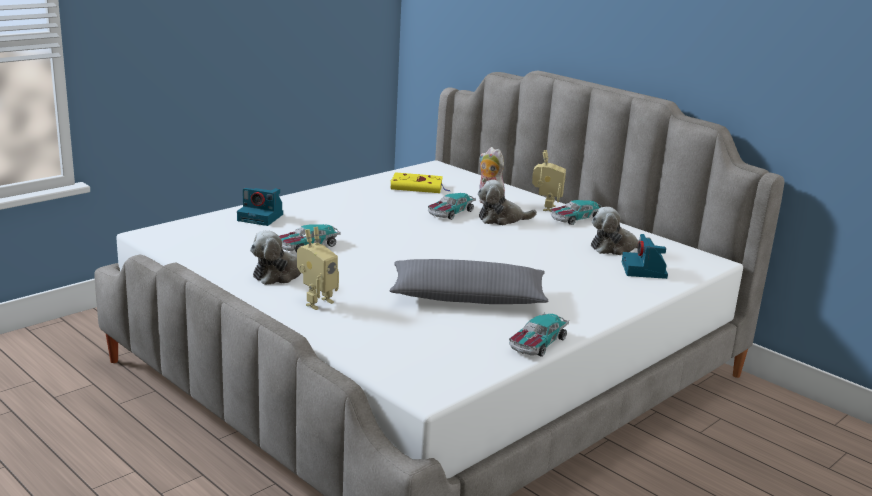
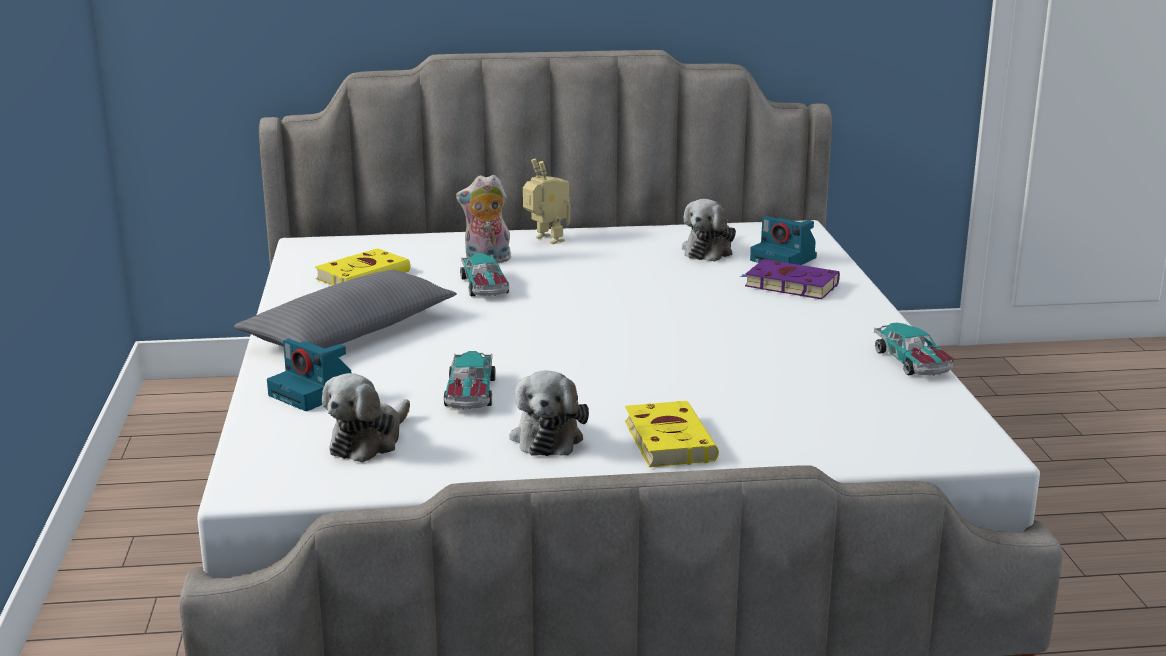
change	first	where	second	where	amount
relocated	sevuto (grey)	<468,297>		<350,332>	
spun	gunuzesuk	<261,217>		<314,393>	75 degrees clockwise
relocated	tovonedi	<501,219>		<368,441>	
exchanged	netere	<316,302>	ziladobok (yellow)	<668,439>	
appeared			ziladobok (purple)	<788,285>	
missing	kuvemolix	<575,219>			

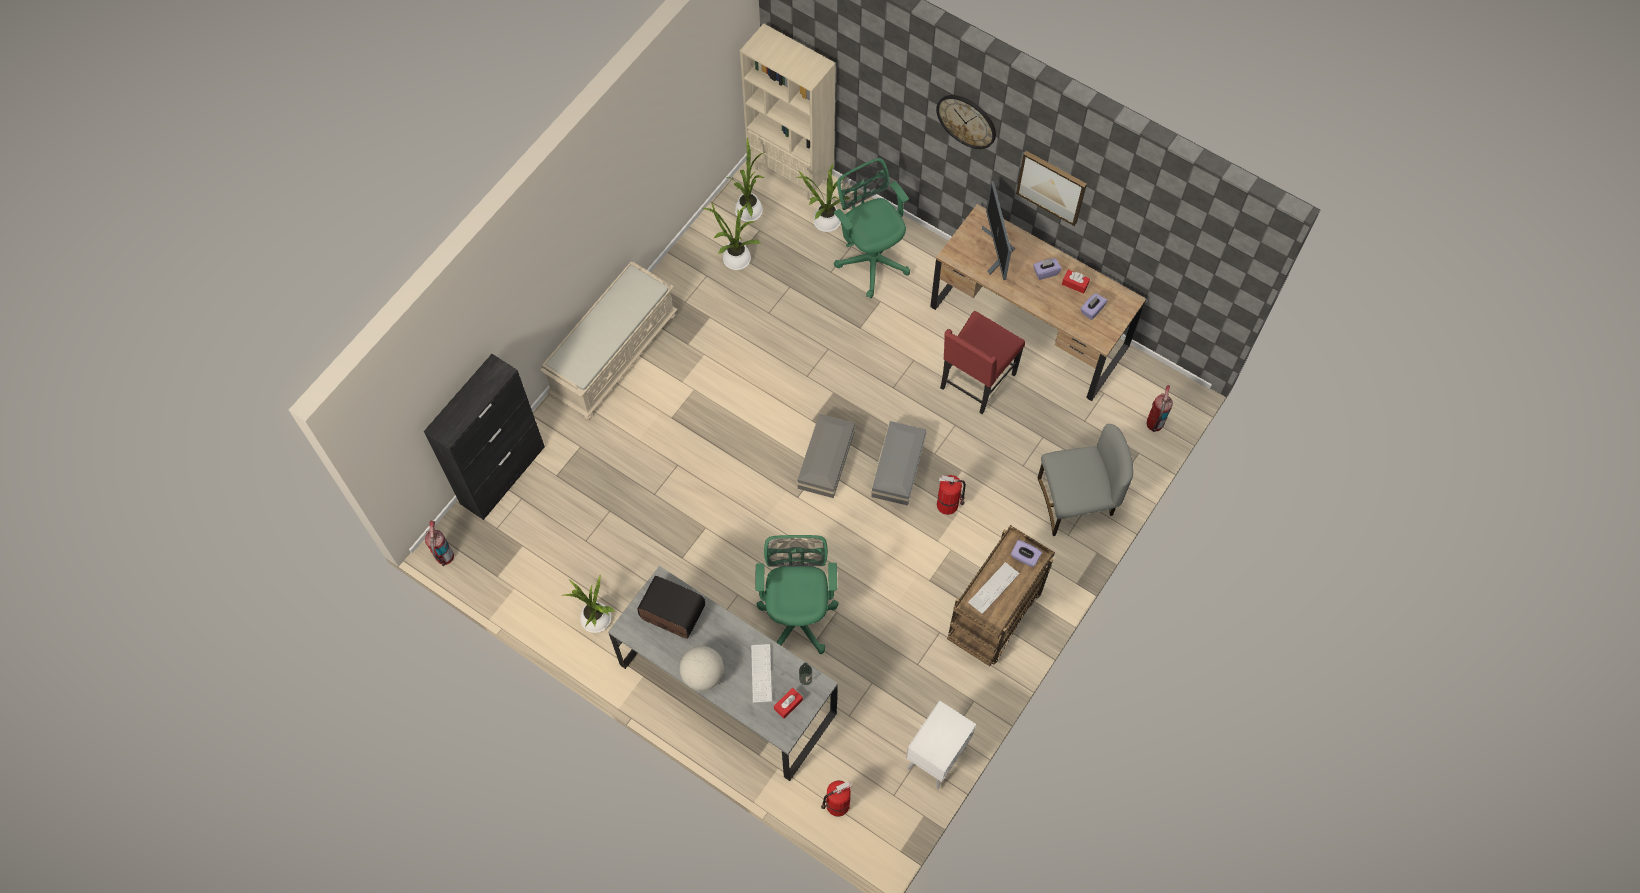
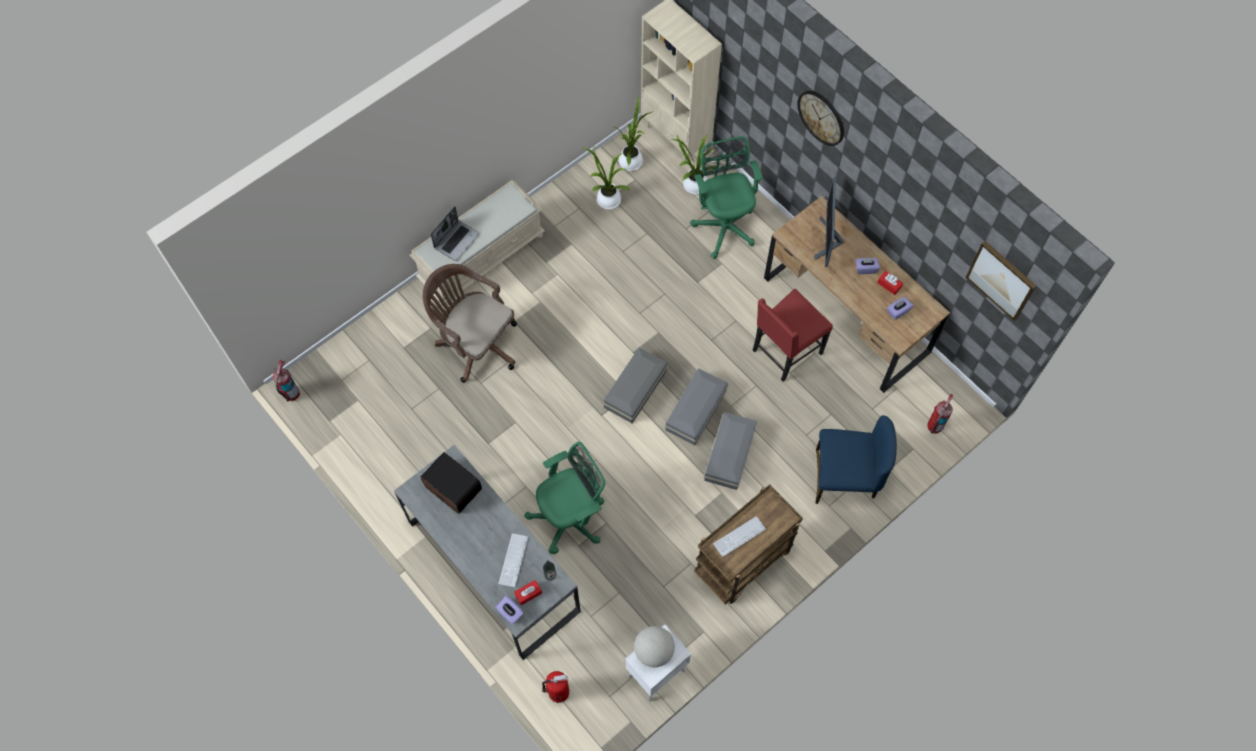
change	first	where	second	where	amount
appeared			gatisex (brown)	<475,343>	
appeared			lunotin	<456,240>	
relocated	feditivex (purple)	<1024,557>		<510,613>	
spun	gatisex (green)	<797,616>		<571,518>	45 degrees clockwise
relocated	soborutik	<703,675>		<654,651>	
exchanged	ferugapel	<948,504>	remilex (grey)	<731,453>	
colour	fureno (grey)	<1076,501>	fureno (blue)	<845,478>	
relocated	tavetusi	<1051,187>		<1001,280>	
missing	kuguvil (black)	<503,474>			
missing	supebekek	<597,621>			

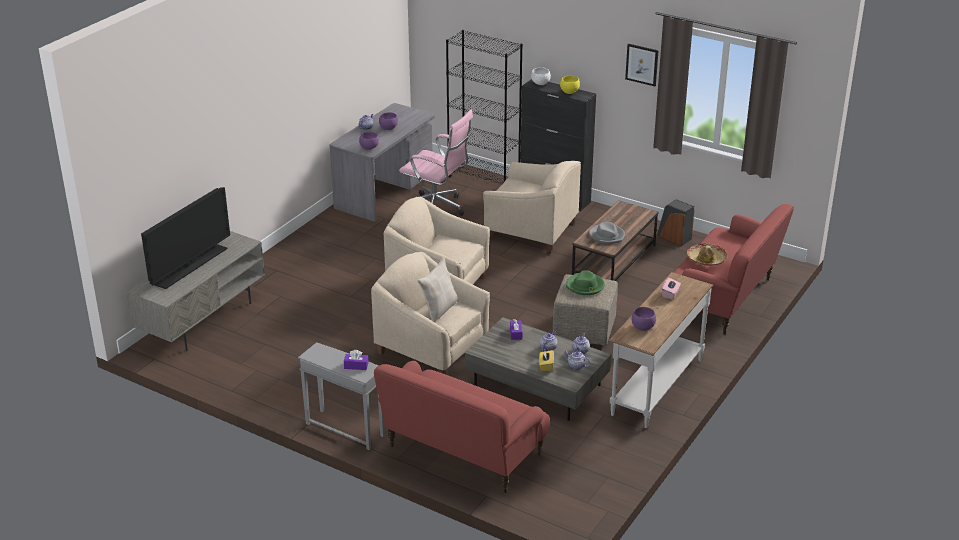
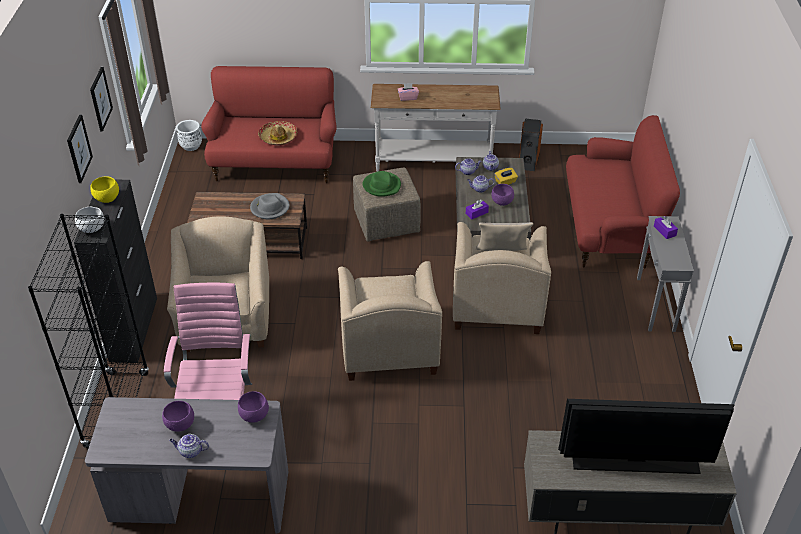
change	first	where	second	where	amount
appeared			tavetusi	<79,148>	
appeared			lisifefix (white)	<191,146>	
relocated	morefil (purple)	<642,327>		<502,202>	
relocated	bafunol	<674,237>		<528,160>	

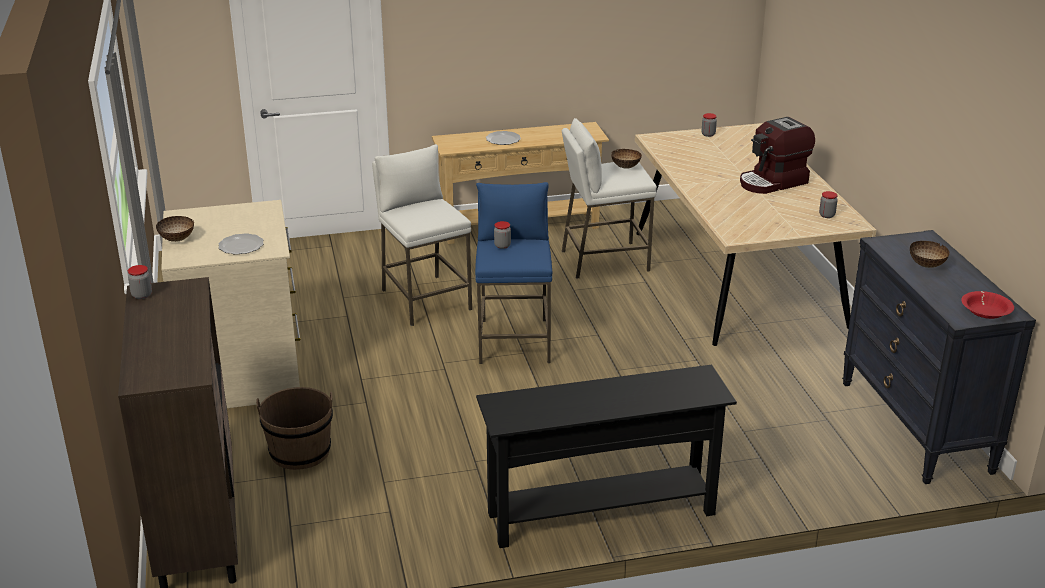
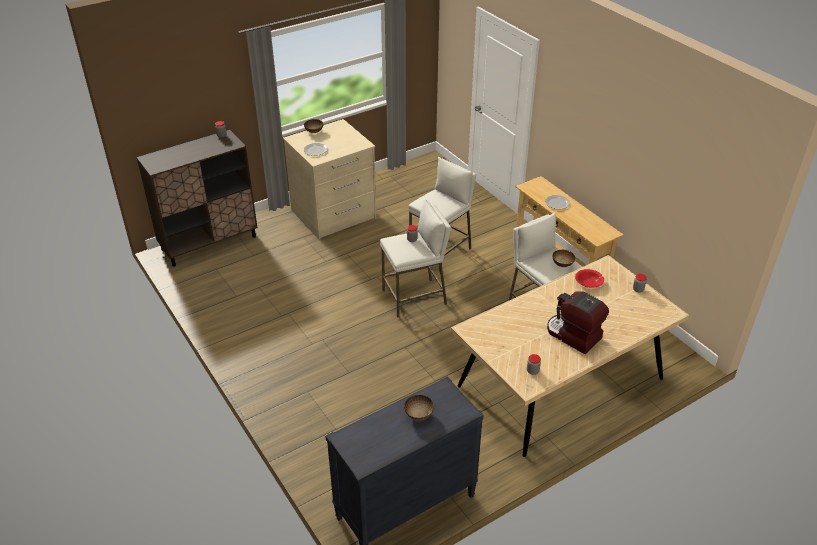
change	first	where	second	where	amount
colour	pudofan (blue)	<514,341>	pudofan (white)	<415,297>	
relocated	morefil (red)	<986,311>		<589,282>	
missing	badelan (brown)	<300,452>			
missing	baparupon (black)	<601,514>			

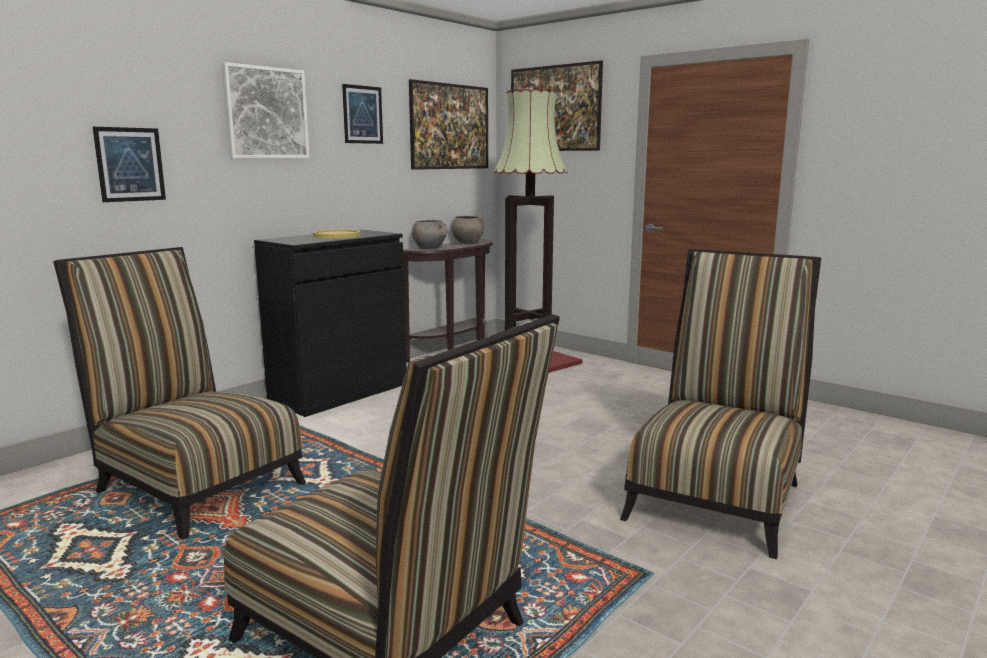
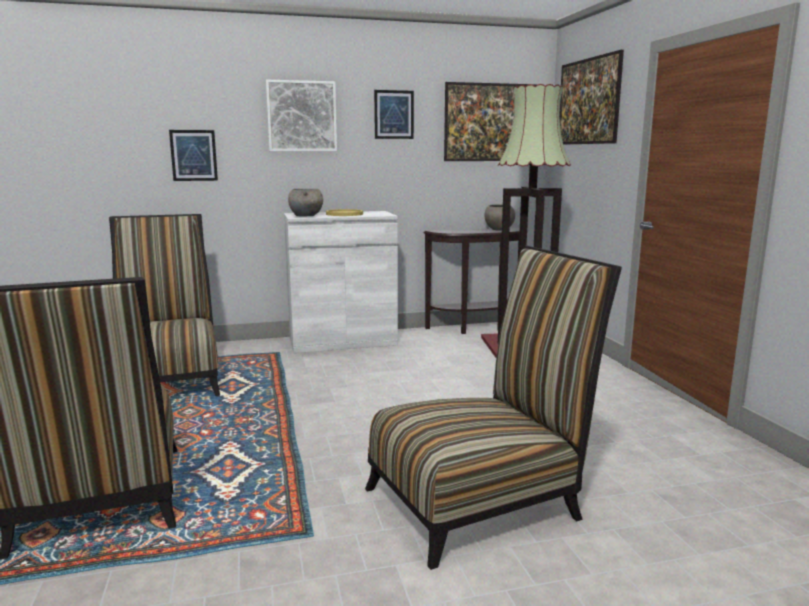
change	first	where	second	where	amount
colour	kuguvil (black)	<339,392>	kuguvil (white)	<342,341>	
relocated	morefil (grey)	<429,248>		<306,216>	

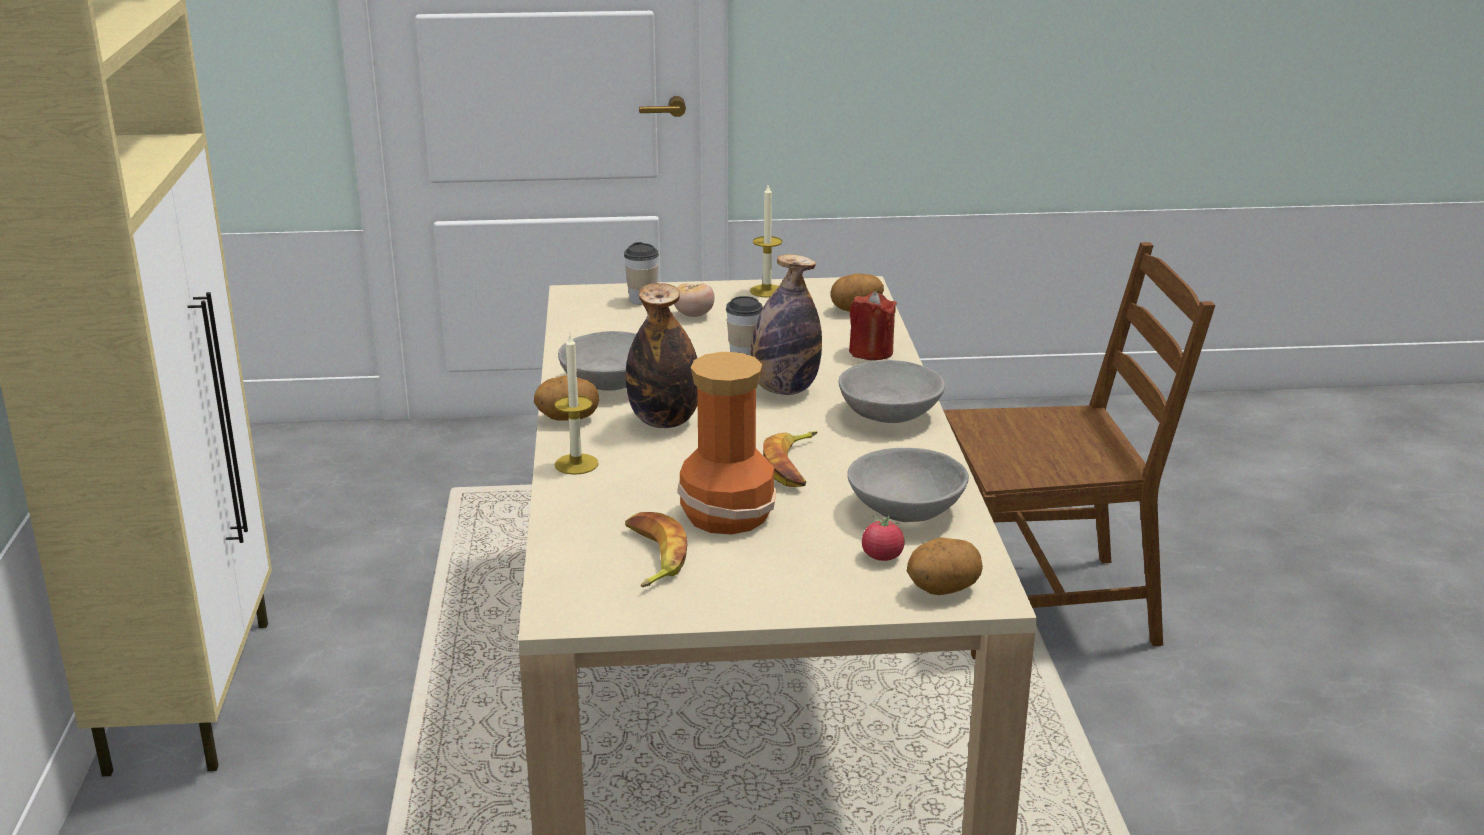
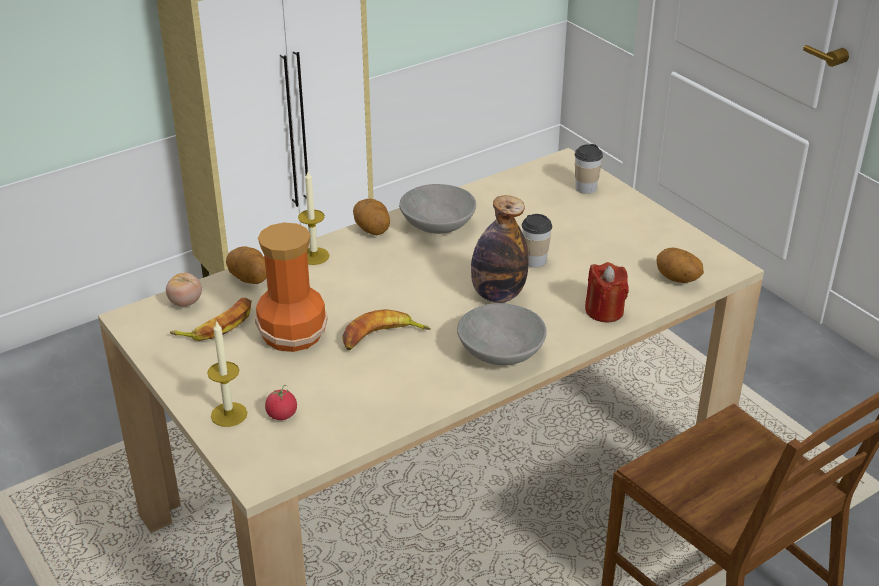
change	first	where	second	where	amount
relocated	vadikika	<693,315>		<185,302>	
relocated	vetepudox	<767,291>		<229,414>	
relocated	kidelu	<943,589>		<250,279>	
missing	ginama	<664,421>			
missing	morefil (grey)	<906,511>			

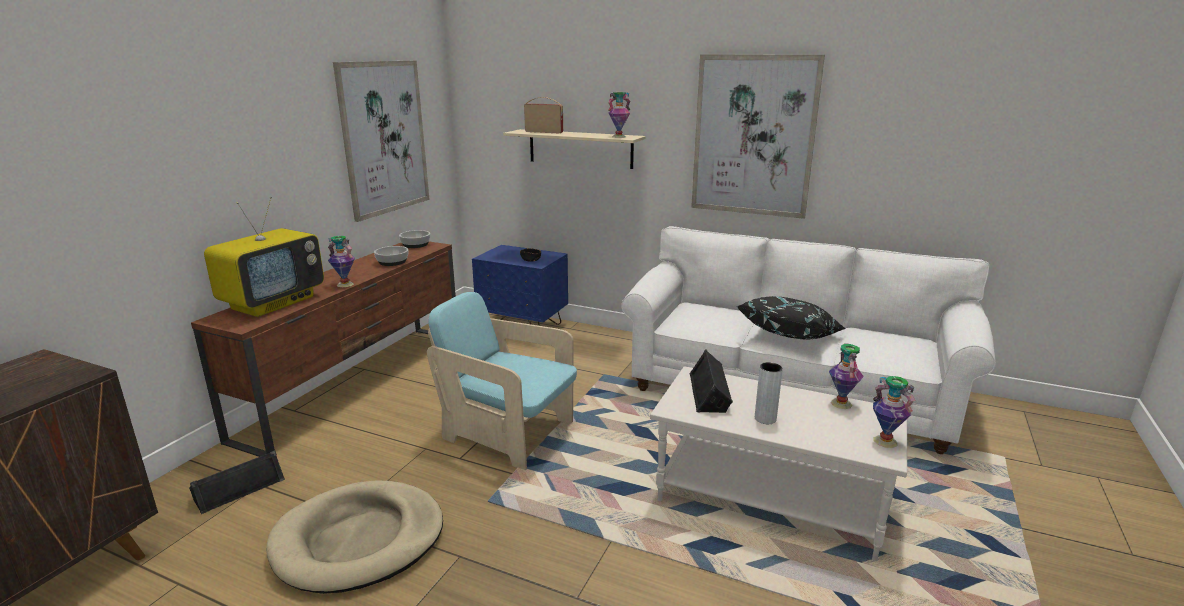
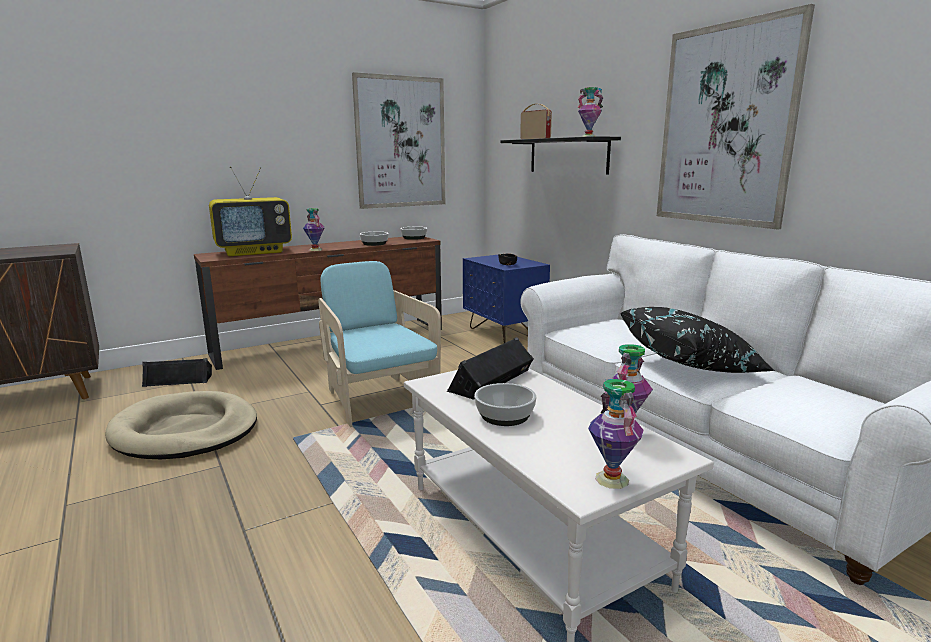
change	first	where	second	where	amount
exchanged	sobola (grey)	<765,419>	morefil	<505,416>	
colour	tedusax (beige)	<580,148>	tedusax (black)	<568,156>	

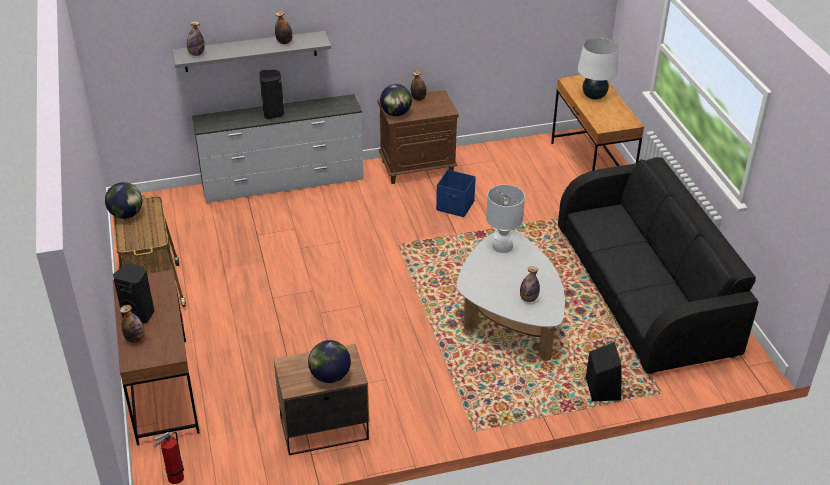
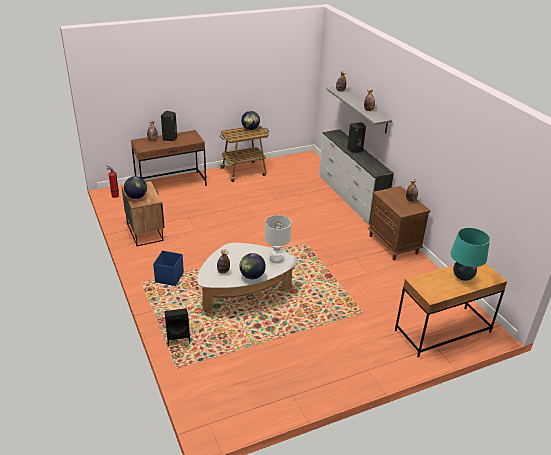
change	first	where	second	where	amount
relocated	remilex (blue)	<455,206>		<169,278>	
relocated	soborutik	<396,113>		<252,276>	
colour	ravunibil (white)	<594,96>	ravunibil (turquoise)	<463,277>	
missing	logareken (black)	<645,290>			

